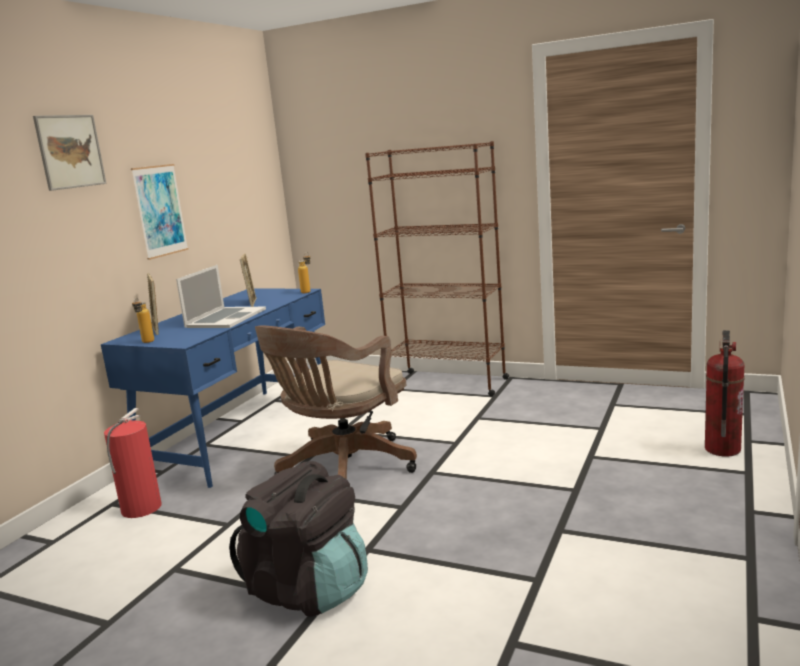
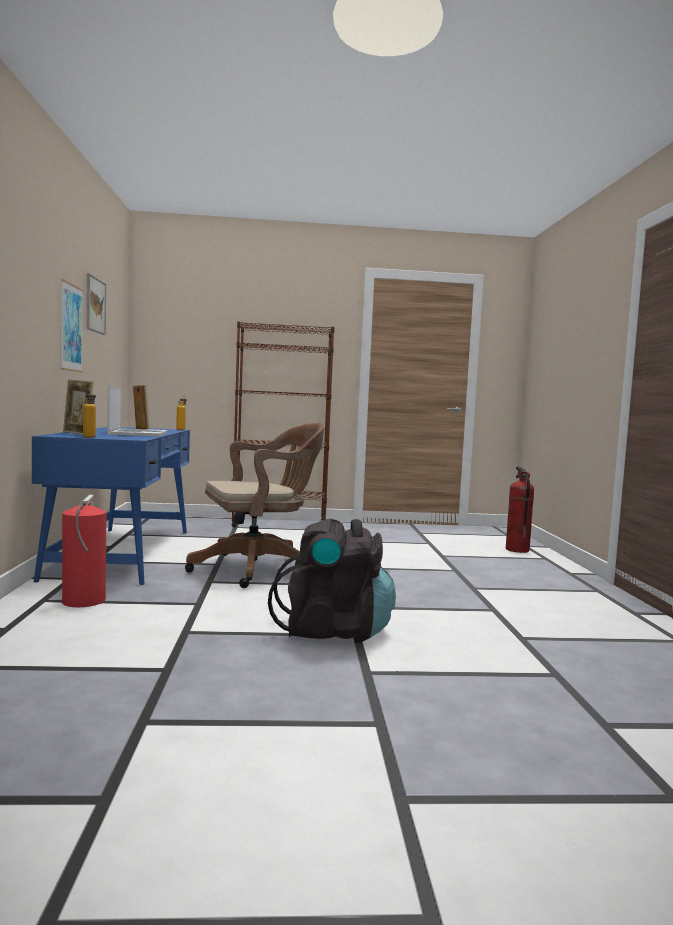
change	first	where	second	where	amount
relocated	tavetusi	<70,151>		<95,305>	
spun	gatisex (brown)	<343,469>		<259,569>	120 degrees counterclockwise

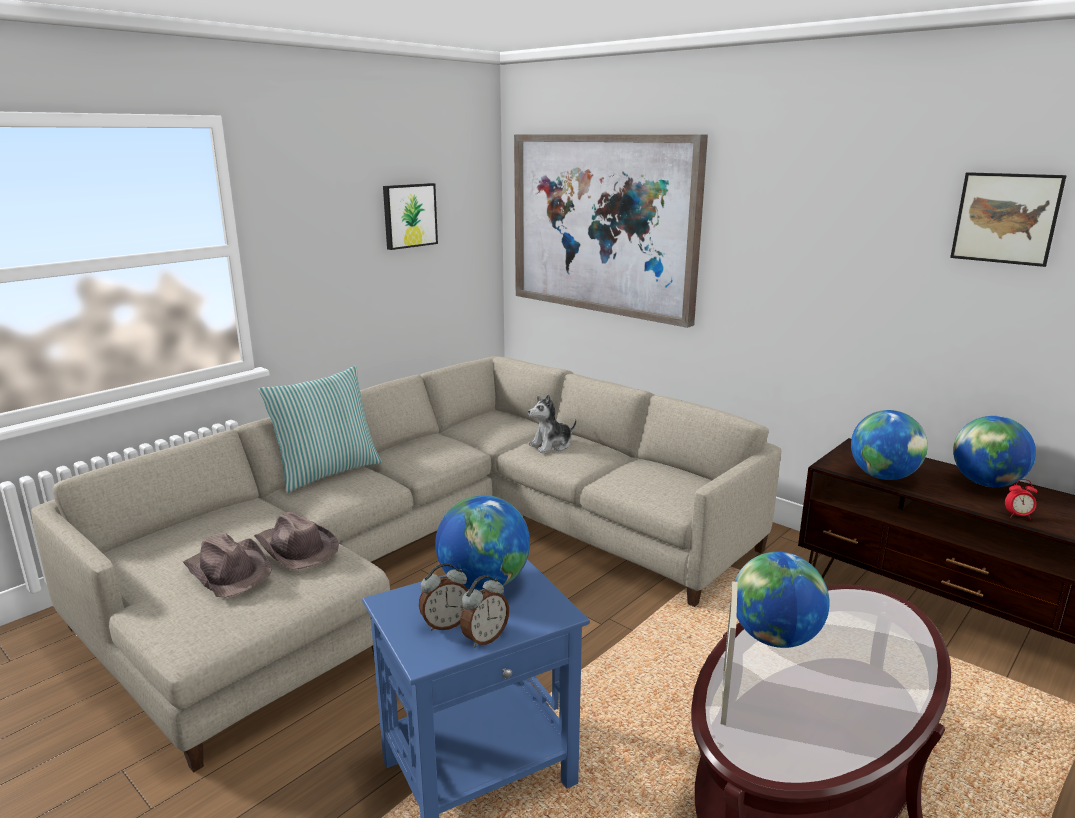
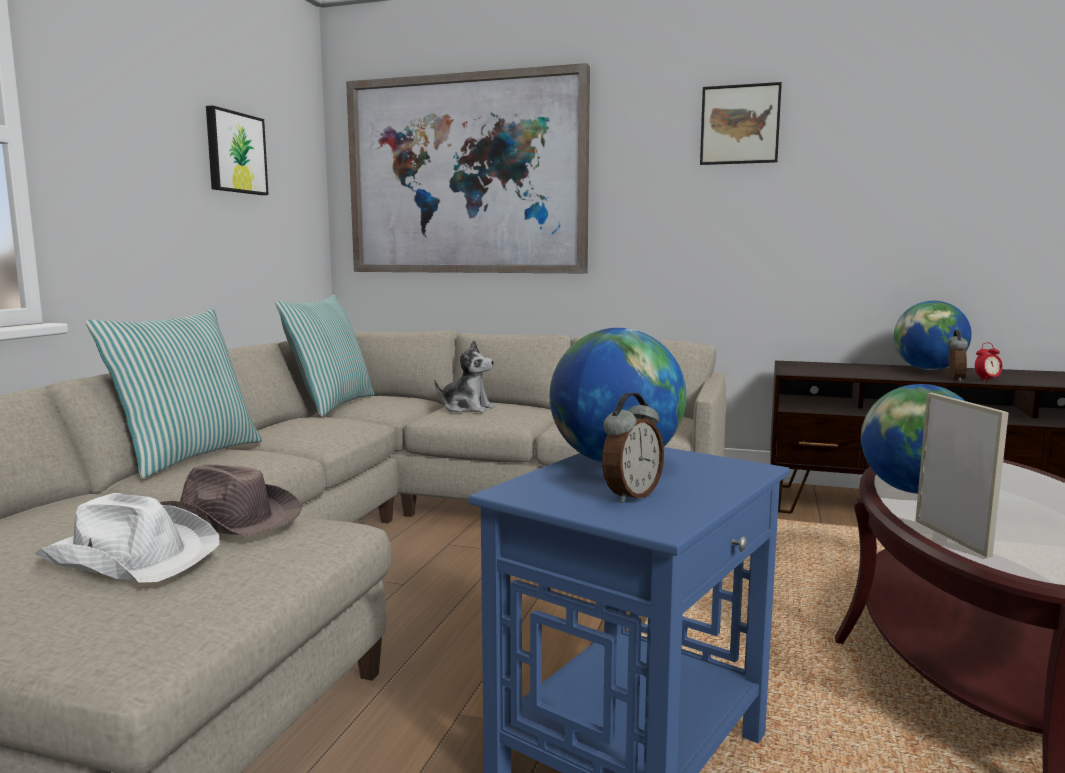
change	first	where	second	where	amount
colour	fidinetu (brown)	<229,570>	fidinetu (white)	<130,555>	
appeared			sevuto	<330,405>	
spun	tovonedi	<551,445>		<467,408>	105 degrees counterclockwise
relocated	tavetusi	<1005,218>		<740,124>	
relocated	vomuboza	<484,638>		<954,379>	
missing	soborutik	<883,476>			

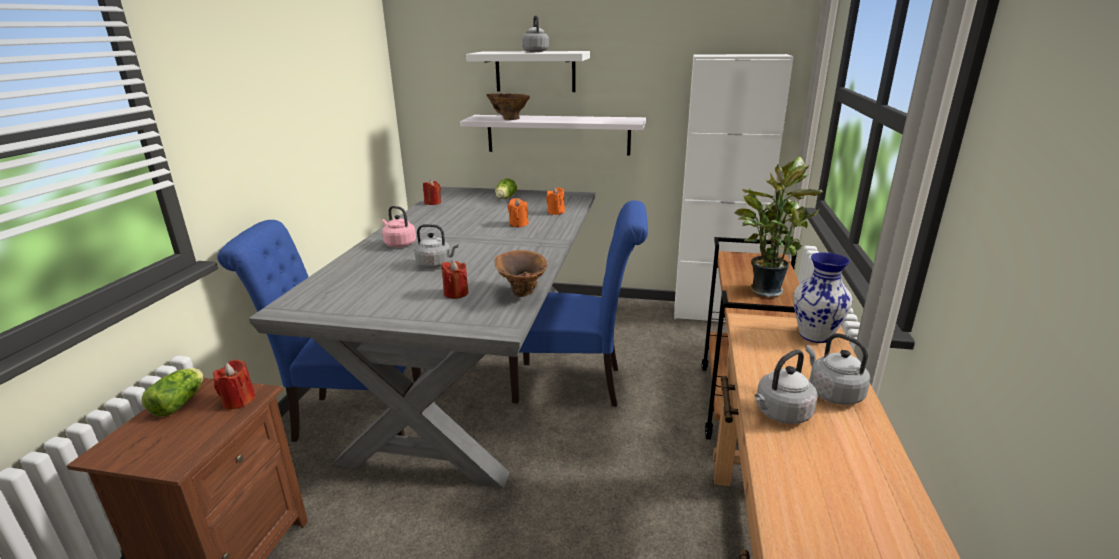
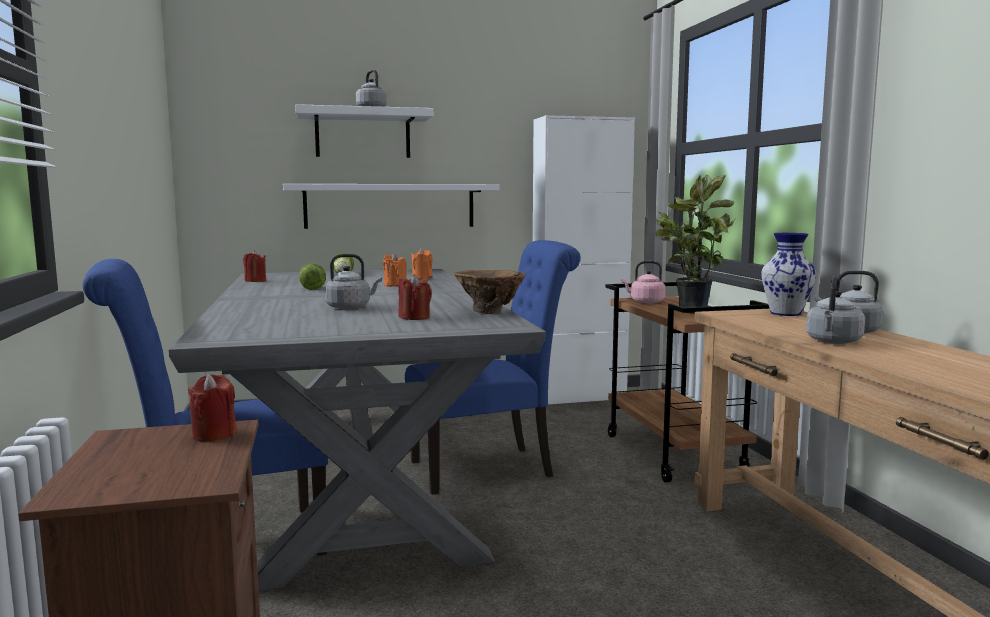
change	first	where	second	where	amount
relocated	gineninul	<181,402>		<312,287>	
relocated	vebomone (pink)	<399,244>		<645,302>	
missing	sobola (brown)	<508,118>			

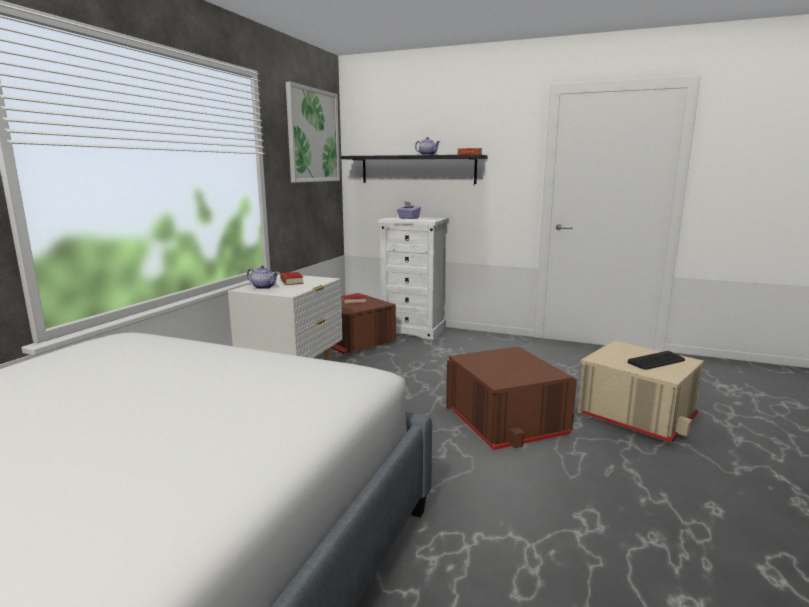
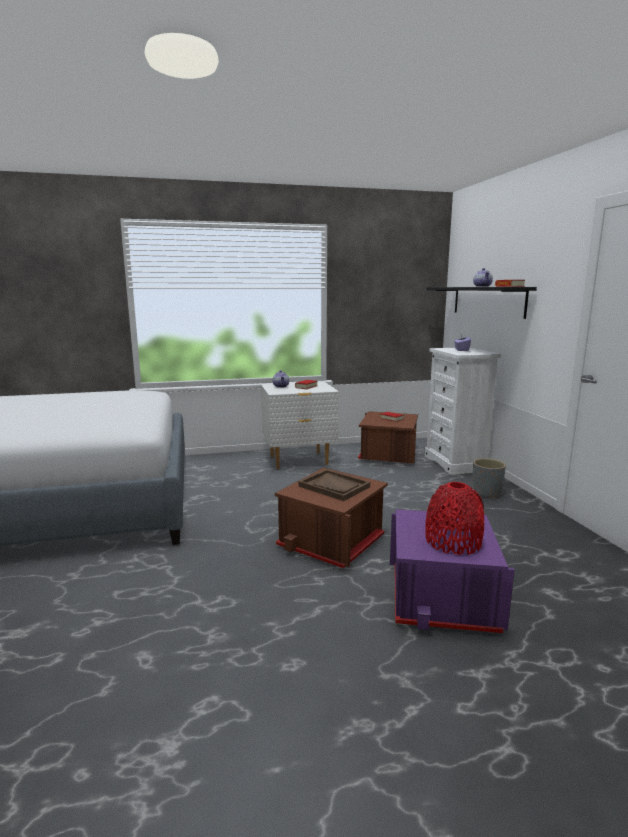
change	first	where	second	where	amount
appeared			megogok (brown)	<334,486>	
colour	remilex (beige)	<636,415>	remilex (purple)	<442,597>	
exchanged	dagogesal	<656,361>	sobola (red)	<453,541>	
appeared			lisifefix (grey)	<487,493>	
missing	tavetusi	<313,136>			

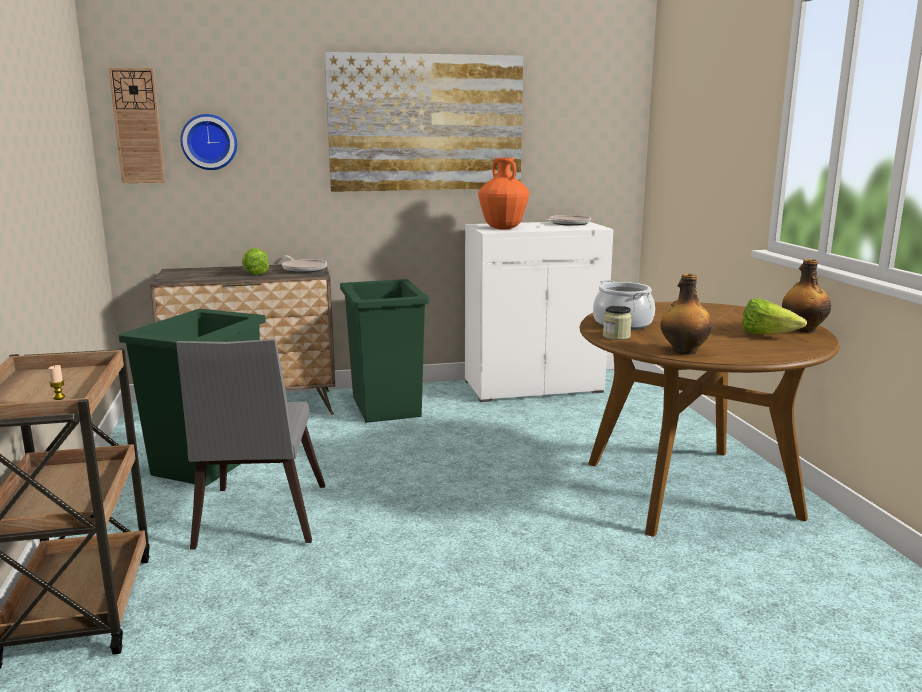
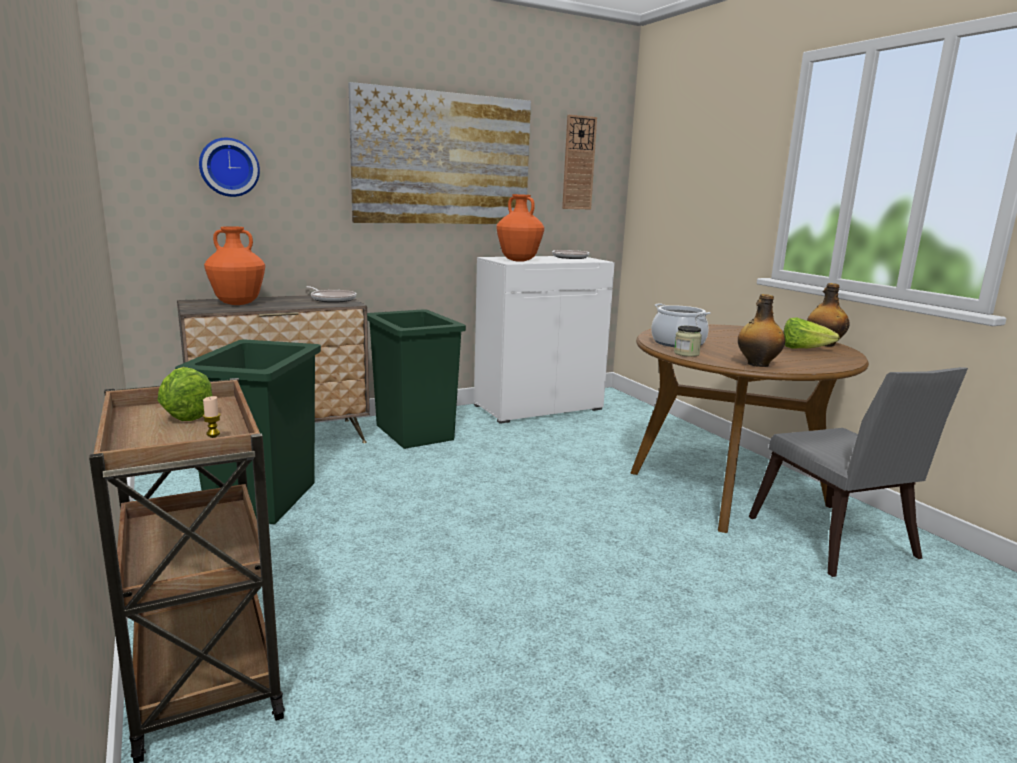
change	first	where	second	where	amount
relocated	gineninul	<255,273>		<186,414>	
appeared			sobola (orange)	<238,304>	
relocated	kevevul	<137,126>		<578,163>	
relocated	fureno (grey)	<258,520>		<836,543>	

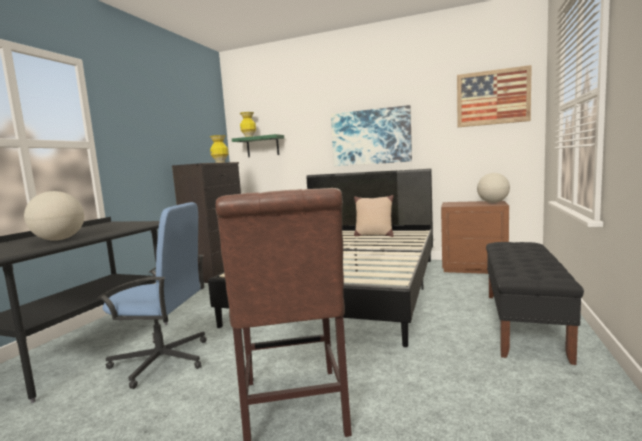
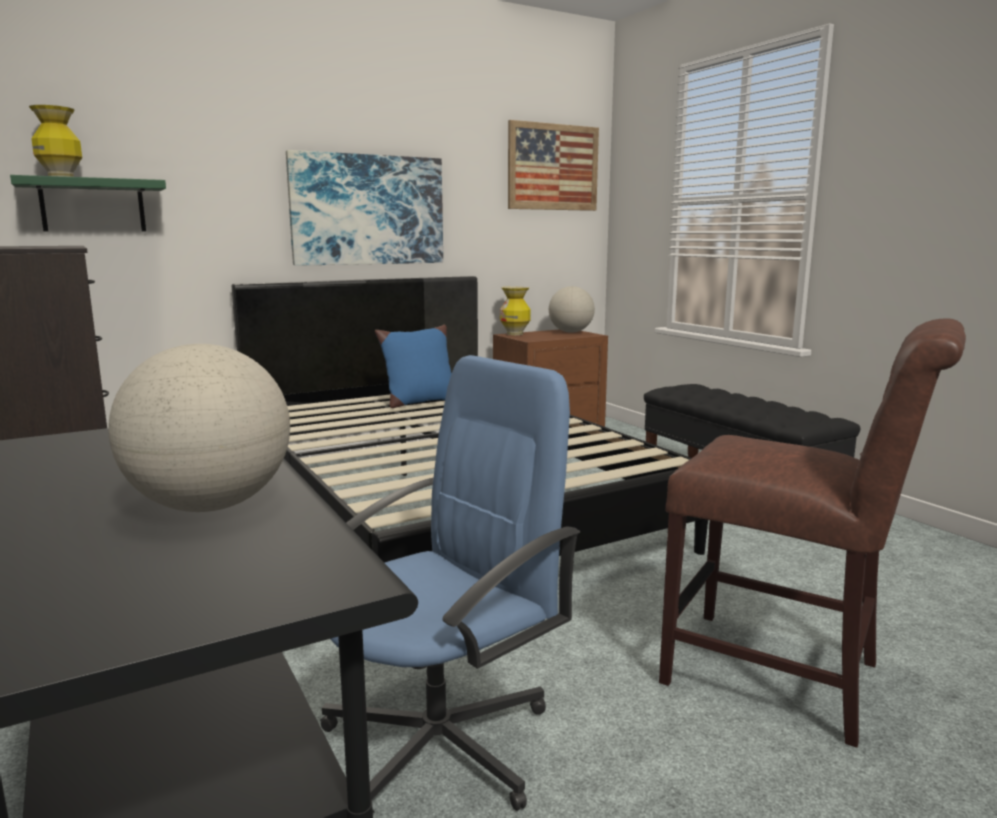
change	first	where	second	where	amount
colour	sevuto (beige)	<373,235>	sevuto (blue)	<419,402>	
relocated	sobola	<220,162>		<515,334>	

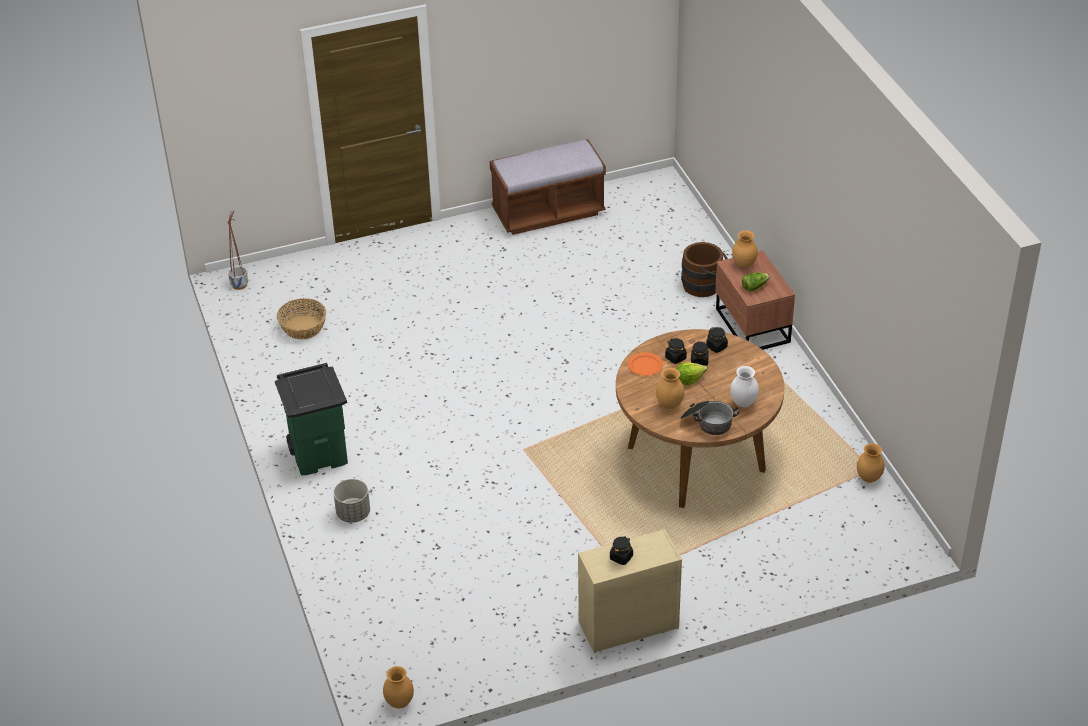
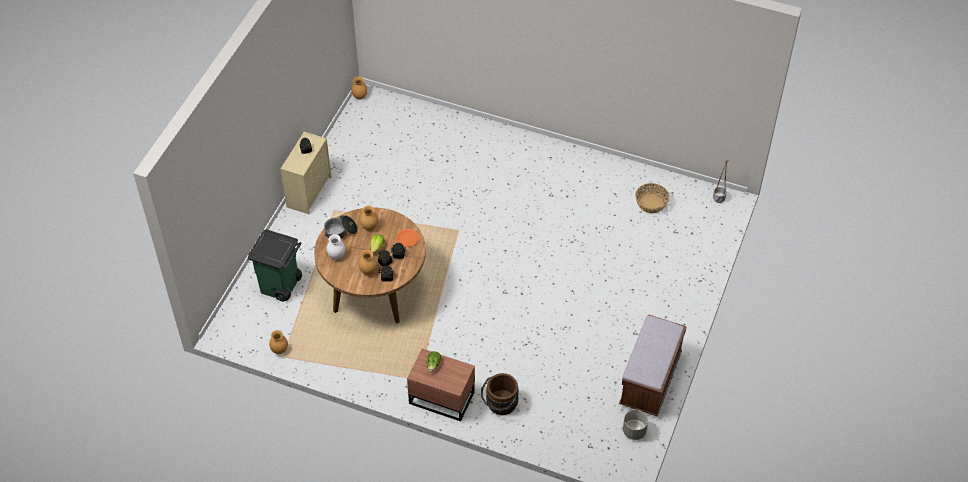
change	first	where	second	where	amount
relocated	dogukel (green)	<319,454>		<281,286>	
relocated	sobola (brown)	<743,265>		<368,271>	
relocated	lisifefix (grey)	<353,514>		<634,431>	

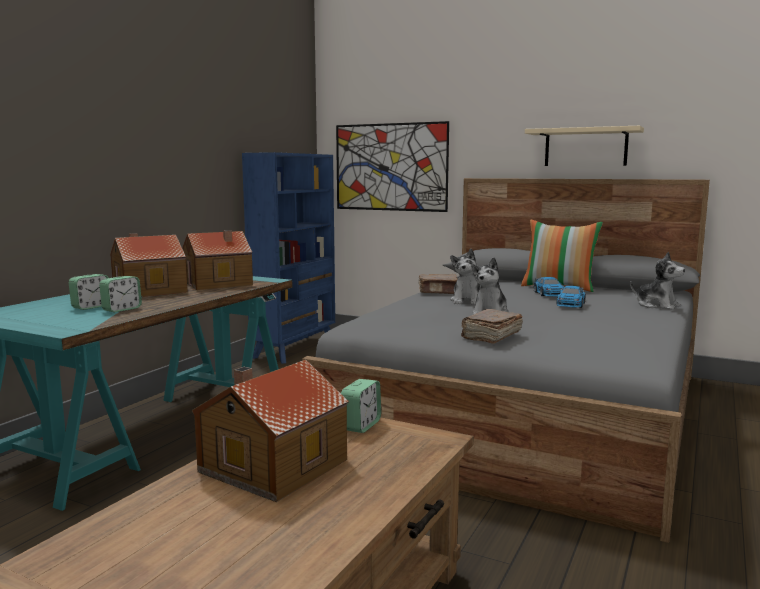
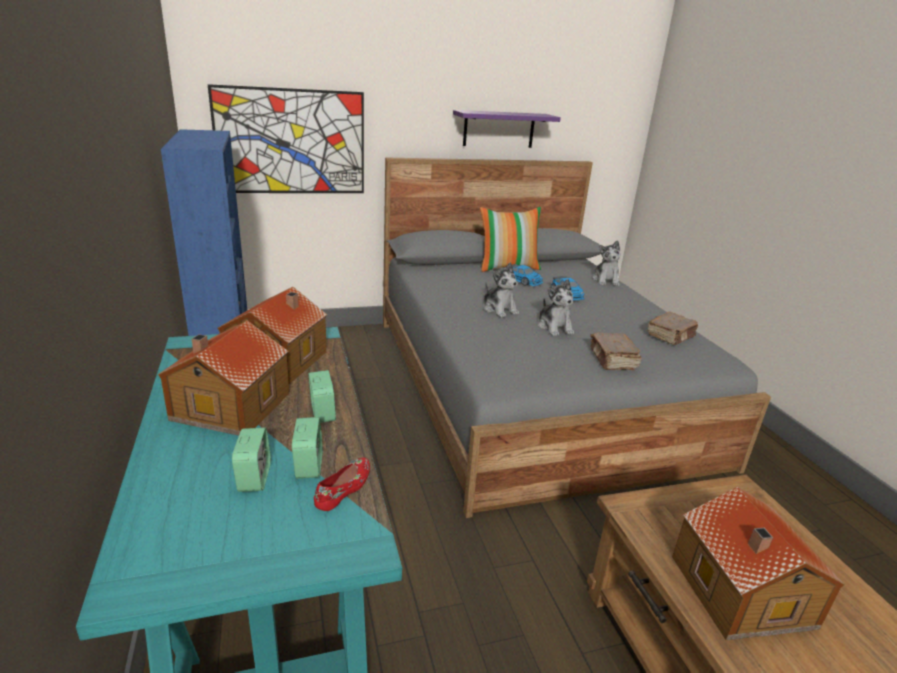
change	first	where	second	where	amount
relocated	vomuboza	<361,425>		<322,413>	
appeared			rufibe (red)	<344,488>	
colour	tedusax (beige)	<585,147>	tedusax (purple)	<499,129>	
spun	tovonedi	<657,305>		<605,280>	90 degrees clockwise
relocated	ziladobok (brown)	<439,292>		<671,336>	

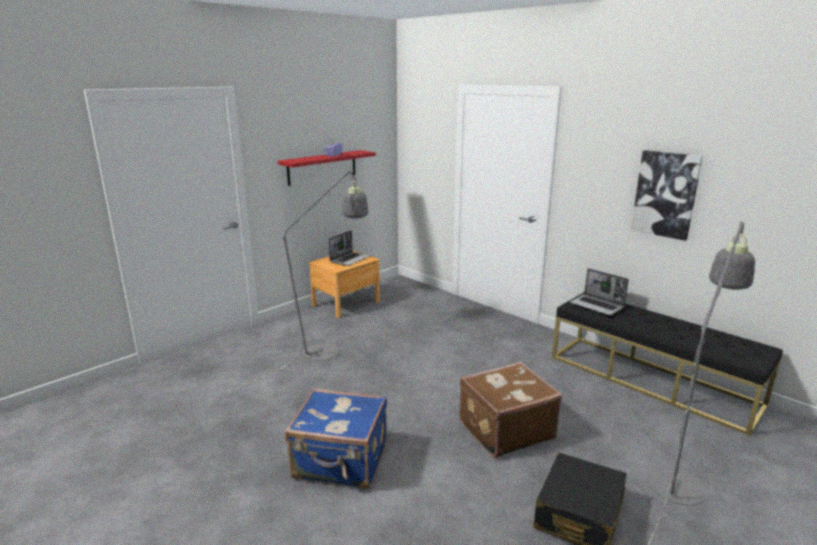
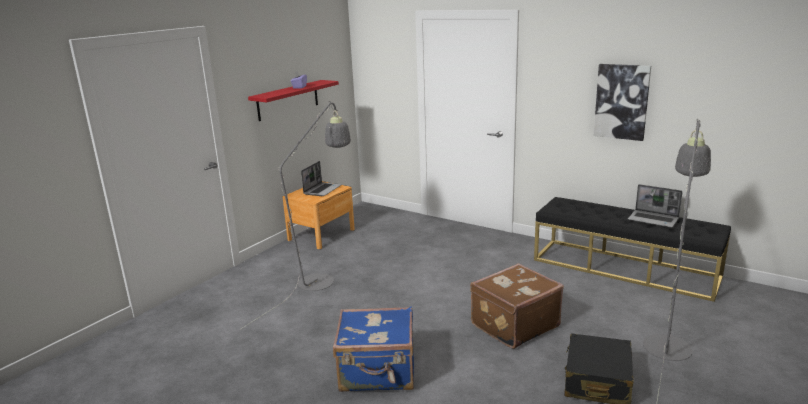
change	first	where	second	where	amount
relocated	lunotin	<597,306>		<653,220>	

